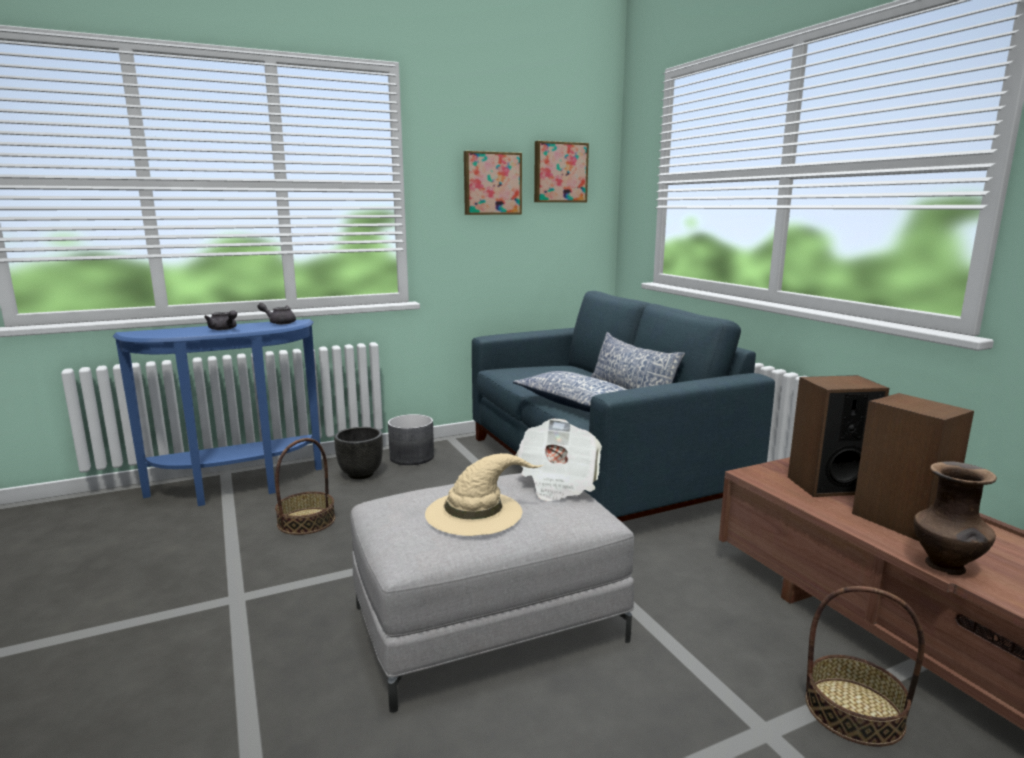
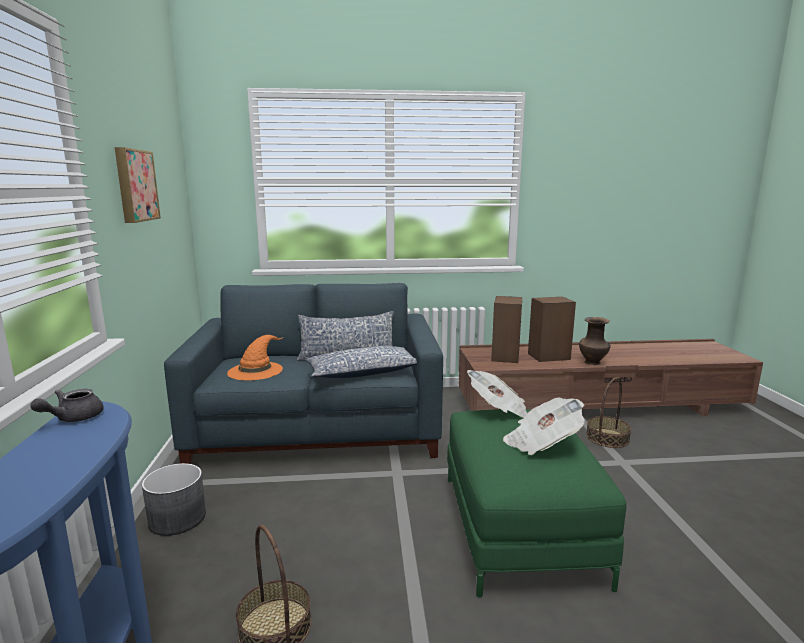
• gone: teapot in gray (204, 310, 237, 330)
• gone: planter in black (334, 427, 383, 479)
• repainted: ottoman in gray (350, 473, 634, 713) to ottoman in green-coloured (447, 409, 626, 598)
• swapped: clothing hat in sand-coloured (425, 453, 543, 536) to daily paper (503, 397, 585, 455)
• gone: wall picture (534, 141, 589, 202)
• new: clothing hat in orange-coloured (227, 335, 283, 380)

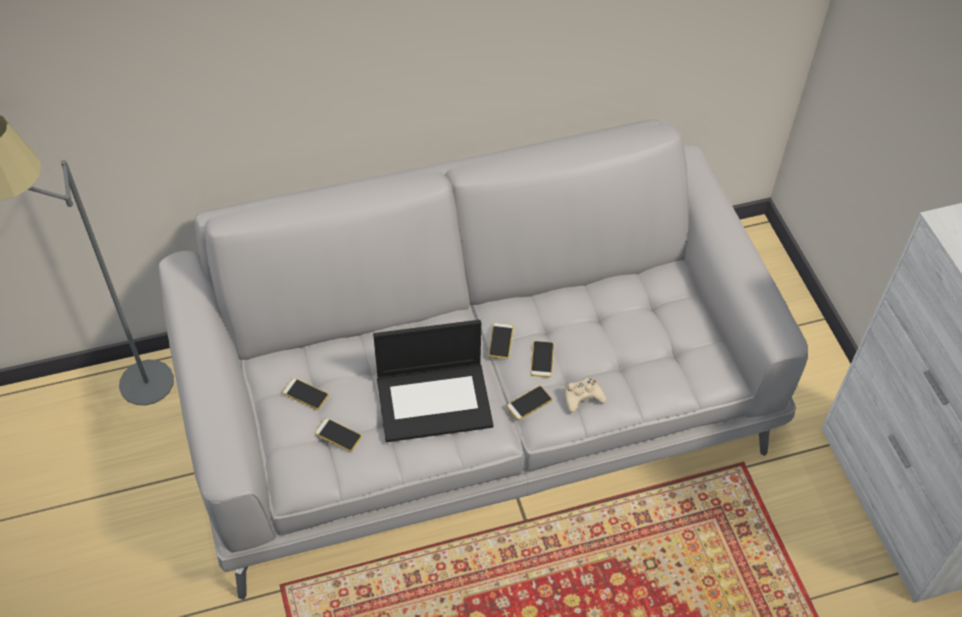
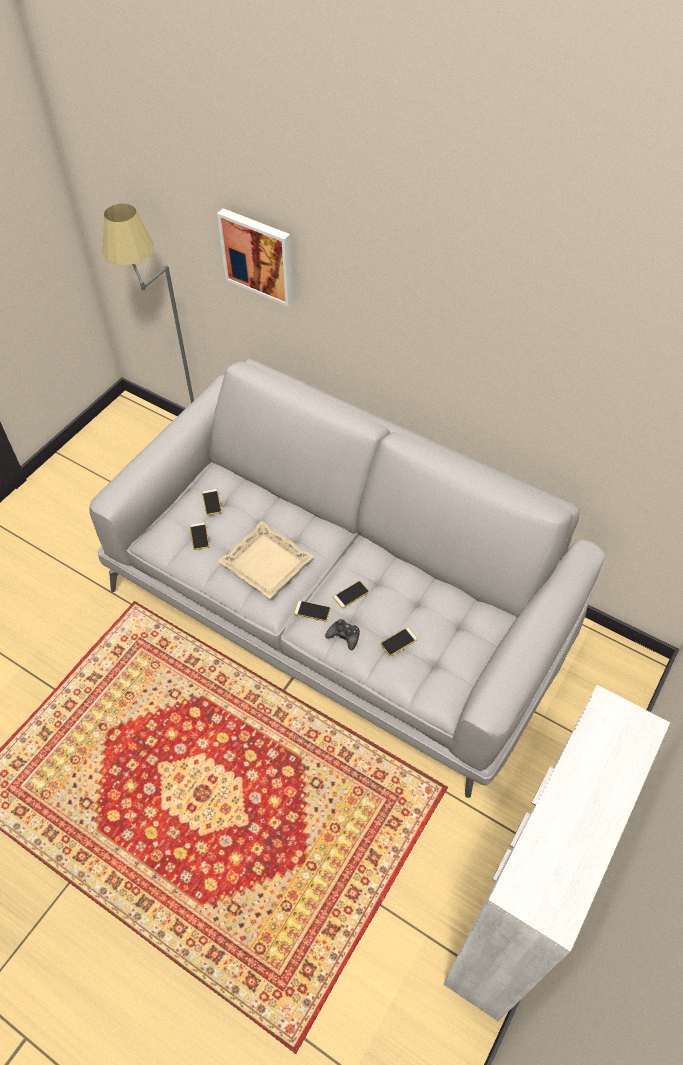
• swapped: laptop (373, 320, 493, 442) to serving tray in sand-coloured (218, 521, 314, 599)
• shifted: telephone (488, 323, 513, 359) to (381, 627, 418, 656)
• repainted: game controller in sand-coloured (565, 378, 606, 413) to game controller in black (325, 619, 360, 650)
• new: wall picture (217, 208, 294, 307)

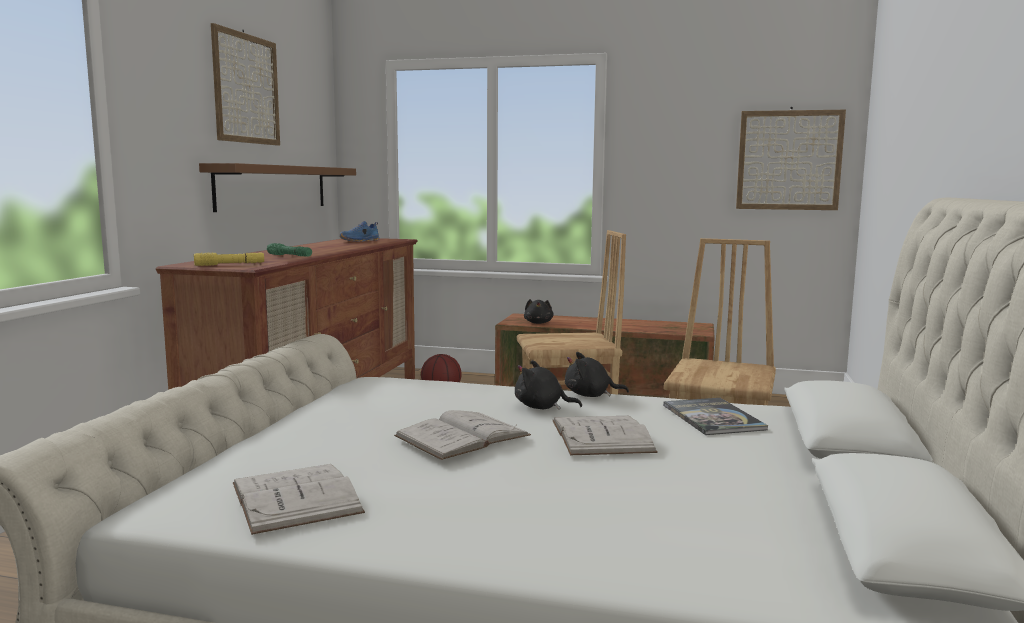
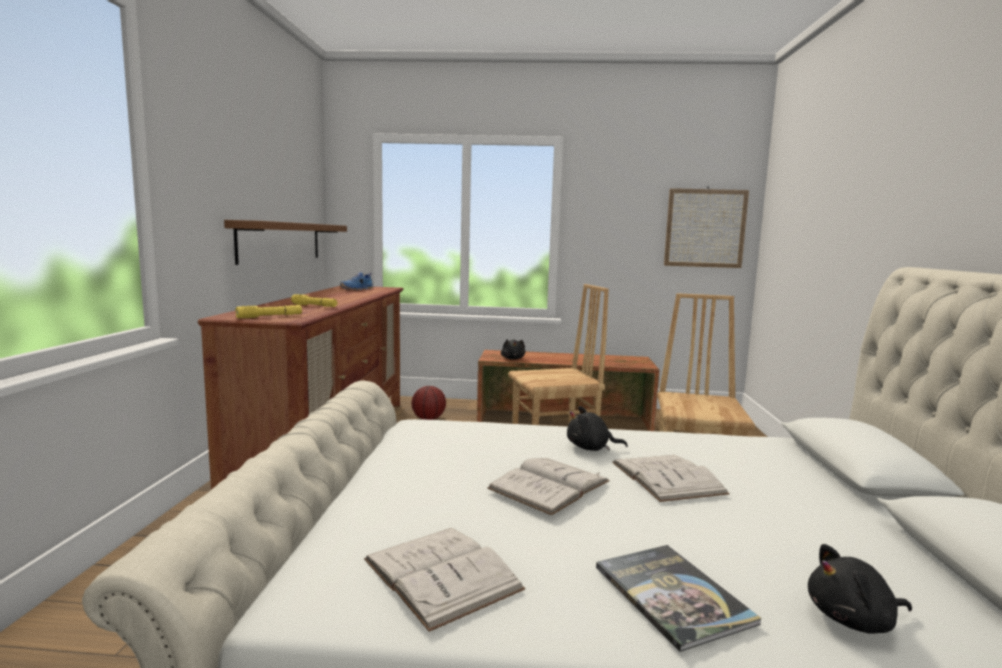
• gone: wall picture (211, 23, 280, 146)
• repainted: hand torch in green-coloured (267, 243, 312, 257) to hand torch in yellow-coloured (291, 294, 337, 307)
• shifted: soft toy in black (565, 352, 629, 397) to (808, 544, 912, 634)
• shifted: book (663, 398, 768, 435) to (596, 545, 762, 652)

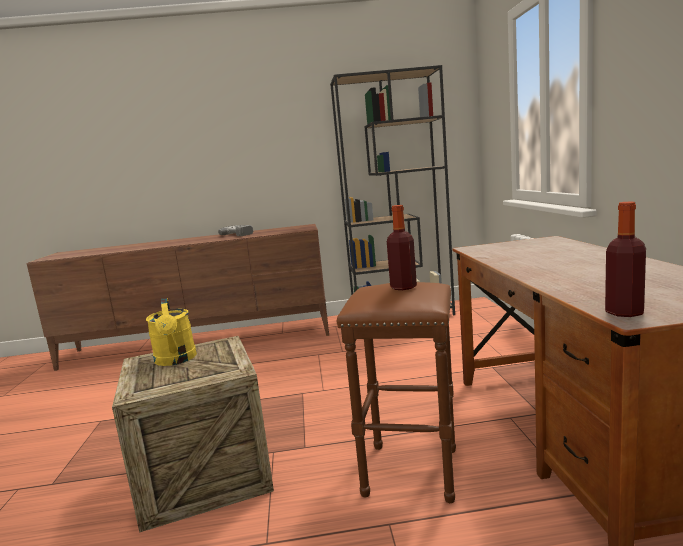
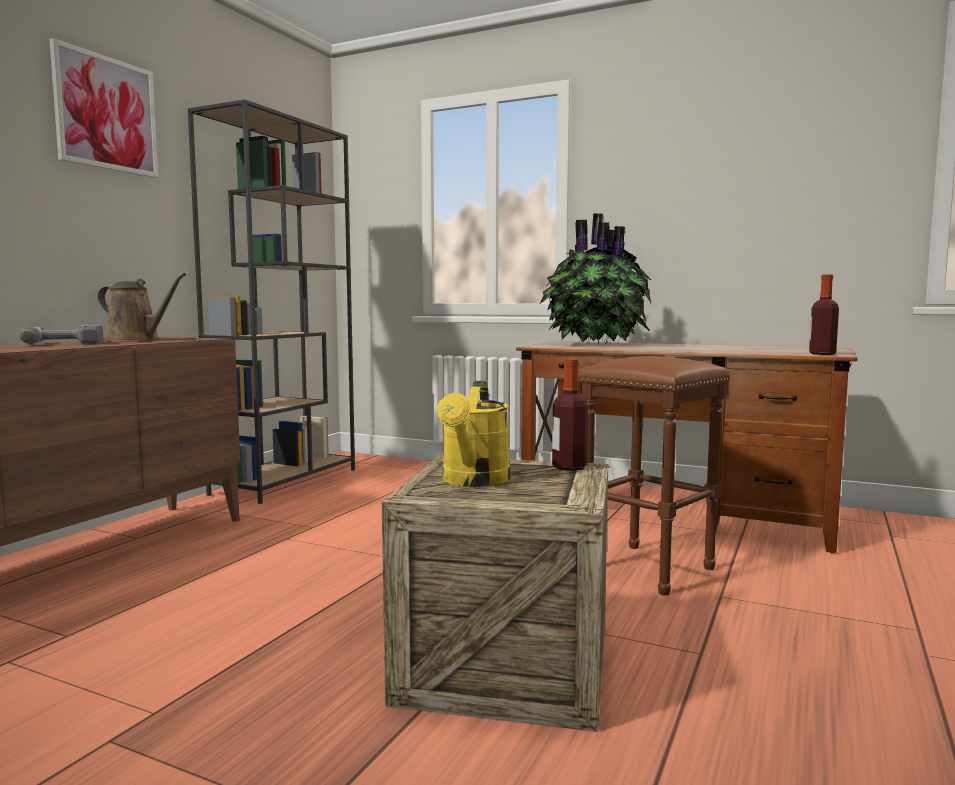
• rotated: sprinkling can in yellow-coloured (146, 298, 197, 366) = (437, 381, 510, 487) 90 degrees clockwise
• shifted: beverage bottle (387, 205, 417, 290) to (552, 359, 588, 471)
• new: wall picture (49, 38, 158, 178)
• new: sprinkling can in brownish (97, 273, 186, 342)
• new: plant in a pot (540, 213, 652, 344)

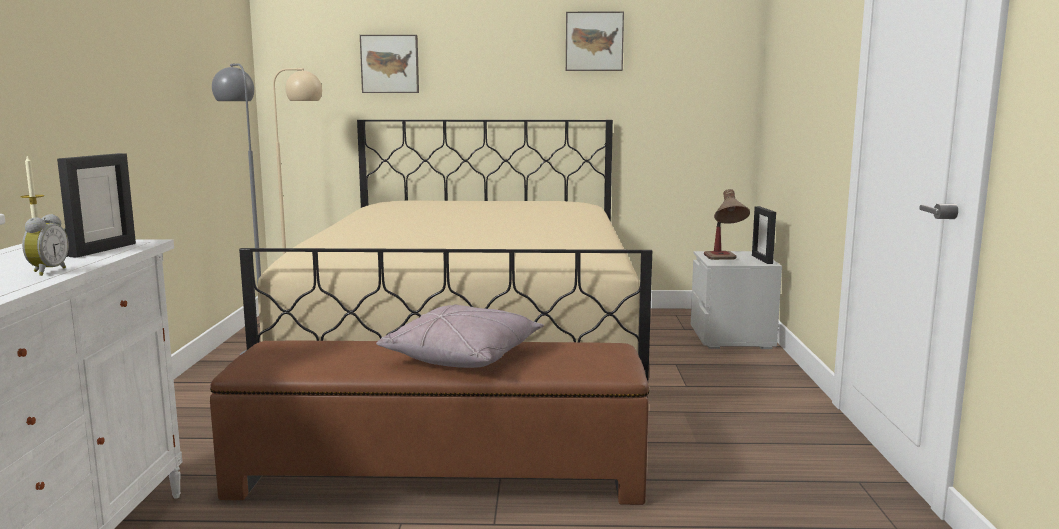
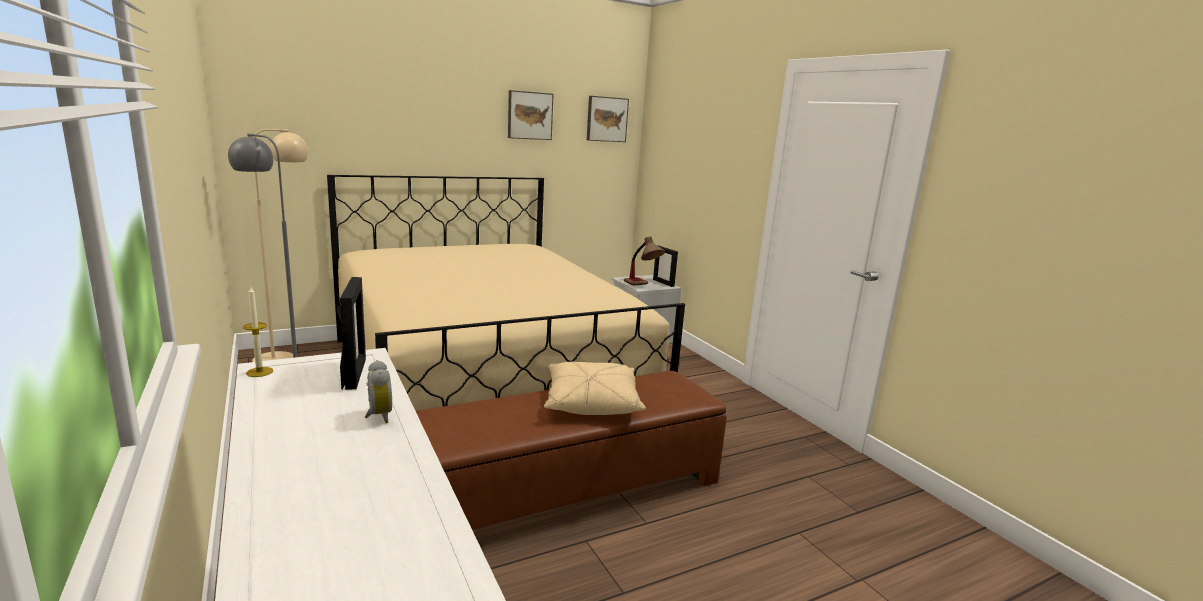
• shifted: wall picture (360, 35, 419, 93) to (587, 96, 629, 142)
• repainted: throw pillow in purple (376, 304, 544, 368) to throw pillow in sand-coloured (544, 361, 646, 415)

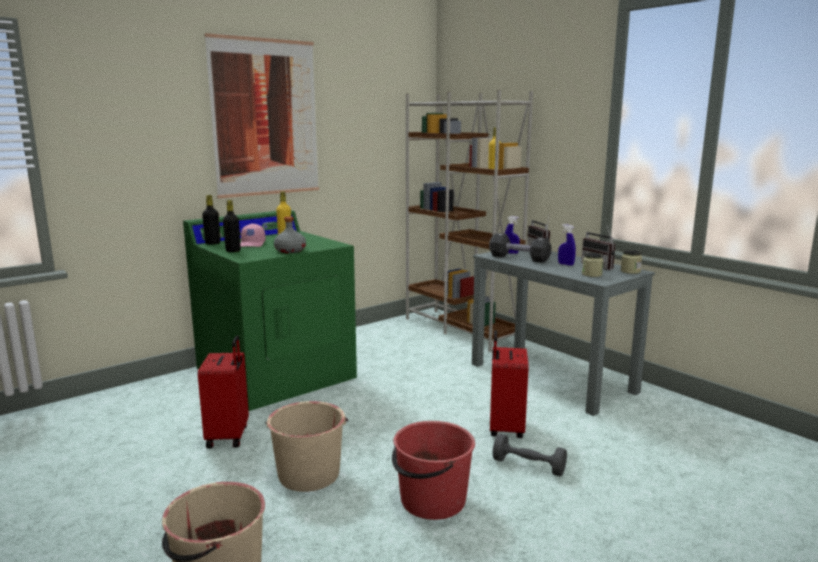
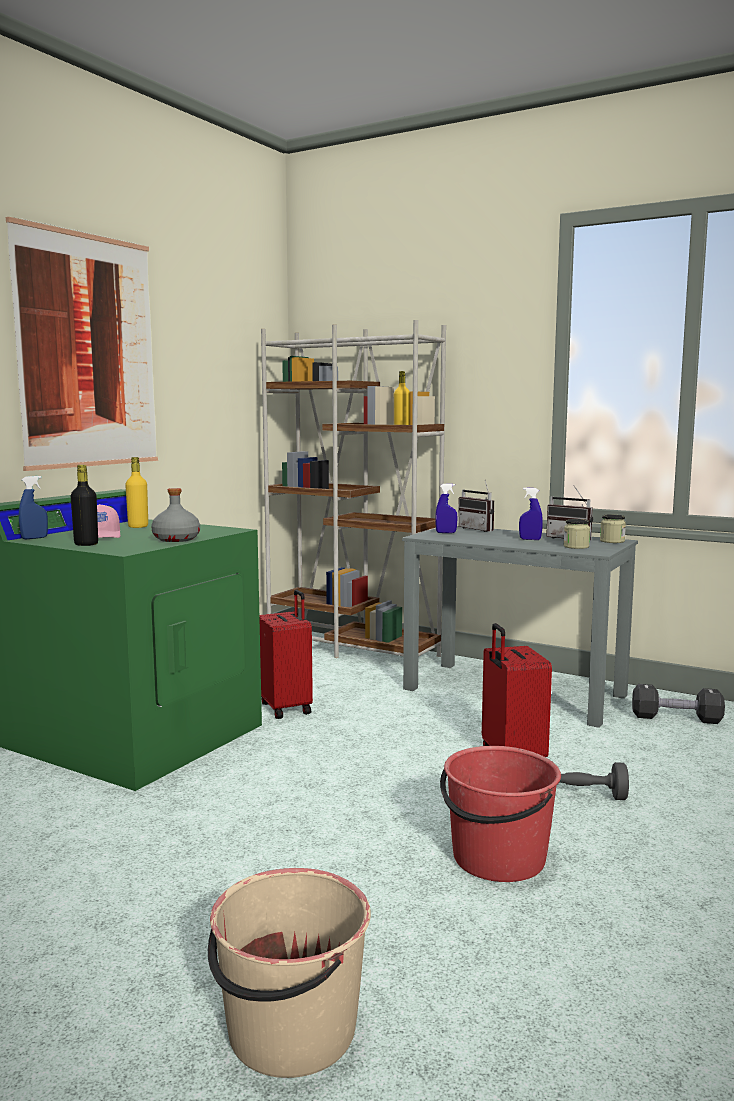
• shifted: travel case in red-coloured (198, 336, 249, 449) to (259, 590, 313, 719)
• swapped: beverage bottle in black (202, 195, 220, 245) to sprayer in blue (19, 476, 48, 539)
• gone: bucket in sand-coloured (265, 401, 348, 492)
• shifted: hand weight in black (489, 233, 551, 263) to (632, 684, 725, 724)

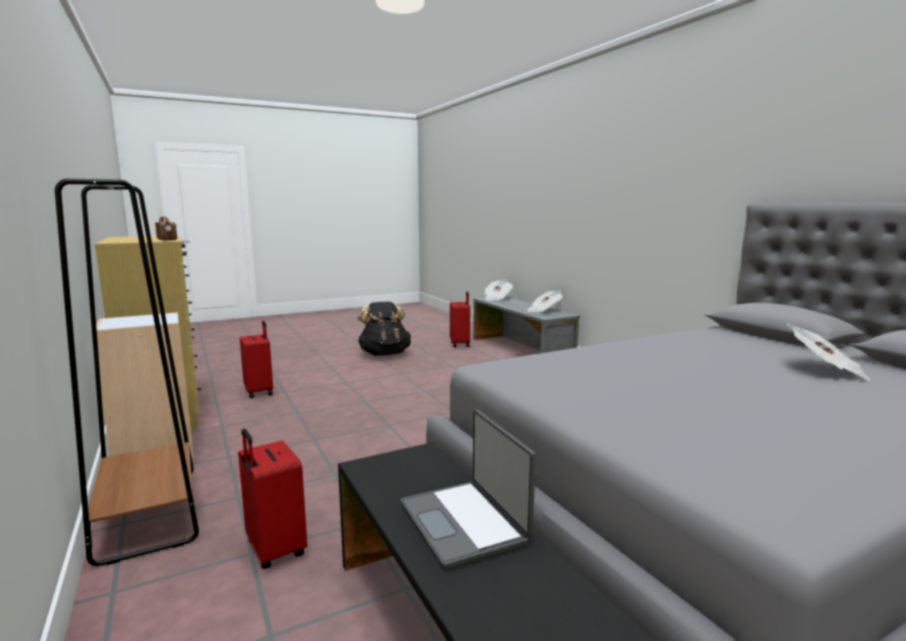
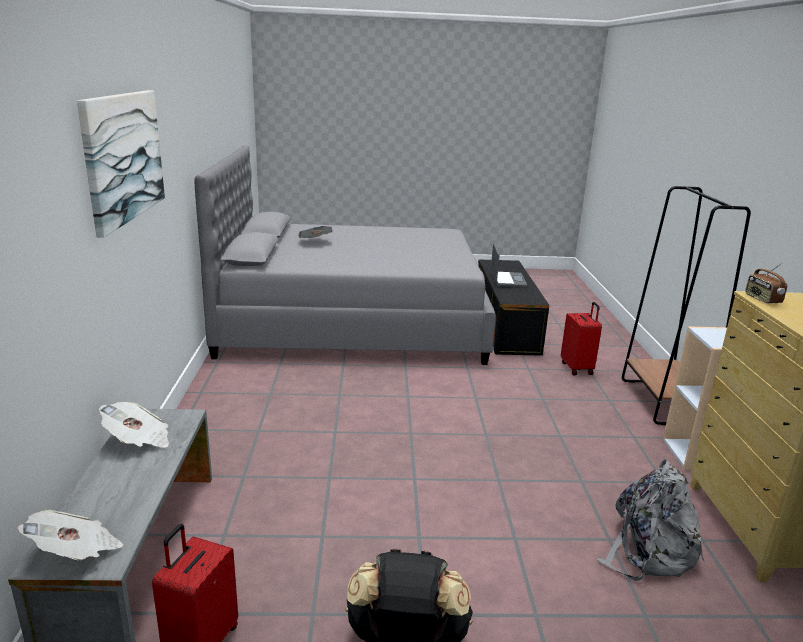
• swapped: travel case in red-coloured (240, 321, 273, 398) to backpack in gray (597, 459, 705, 581)
• new: wall picture (77, 90, 165, 238)

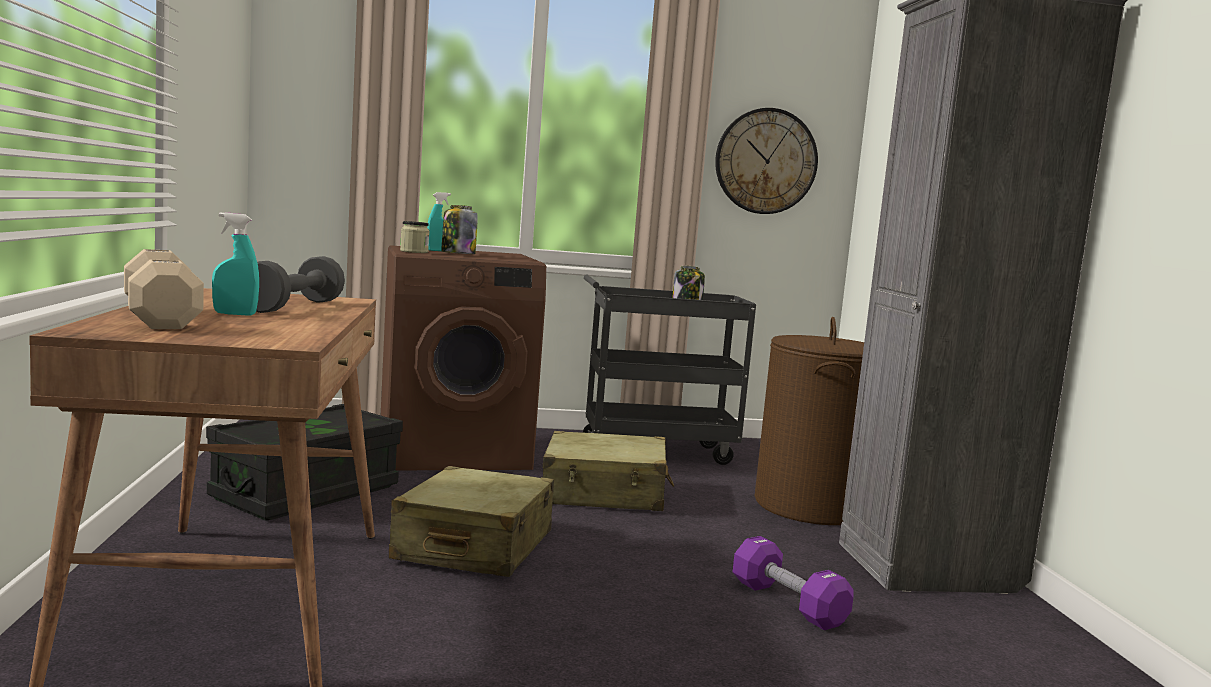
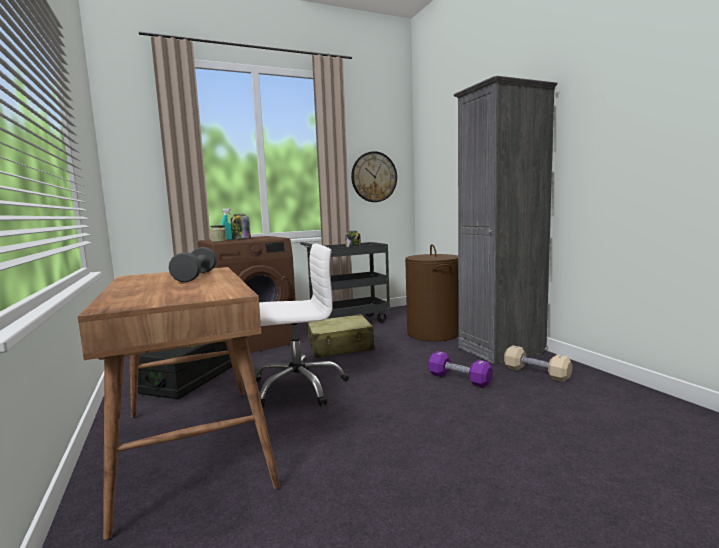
• shifted: hand weight in sand-coloured (124, 249, 204, 329) to (504, 345, 572, 382)
• gone: sprayer in blue-green (212, 212, 259, 316)
• swapped: travel case in sand-coloured (389, 466, 554, 577) to computer chair in whitish (255, 244, 349, 407)

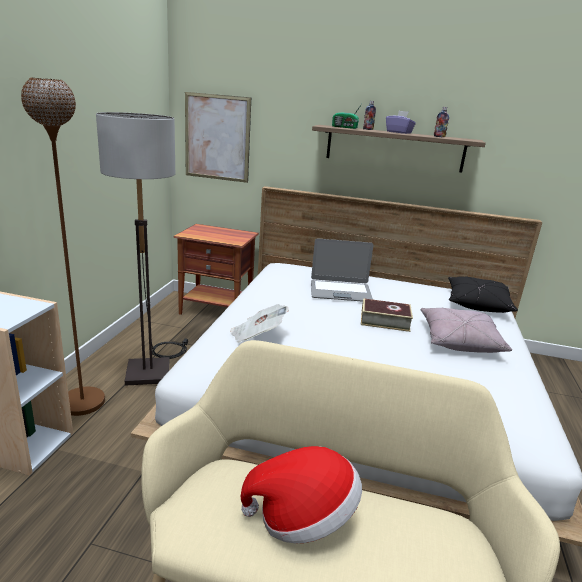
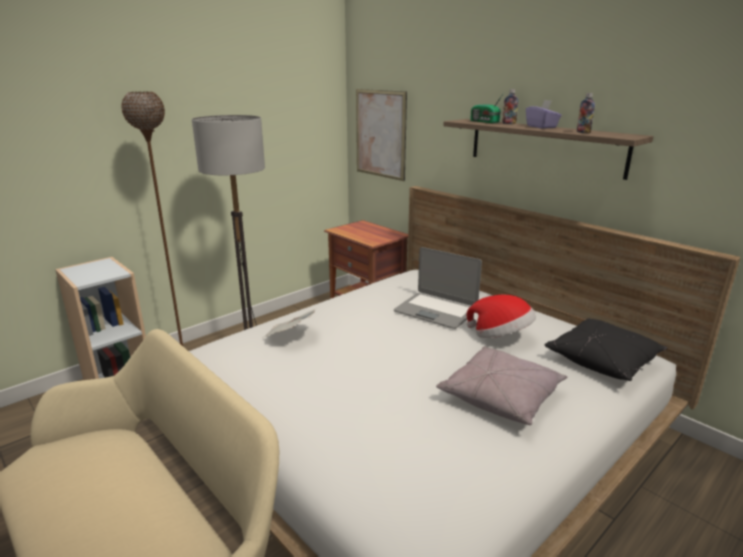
• shifted: clothing hat (241, 446, 362, 543) to (466, 295, 536, 338)
• gone: book (361, 298, 413, 332)

